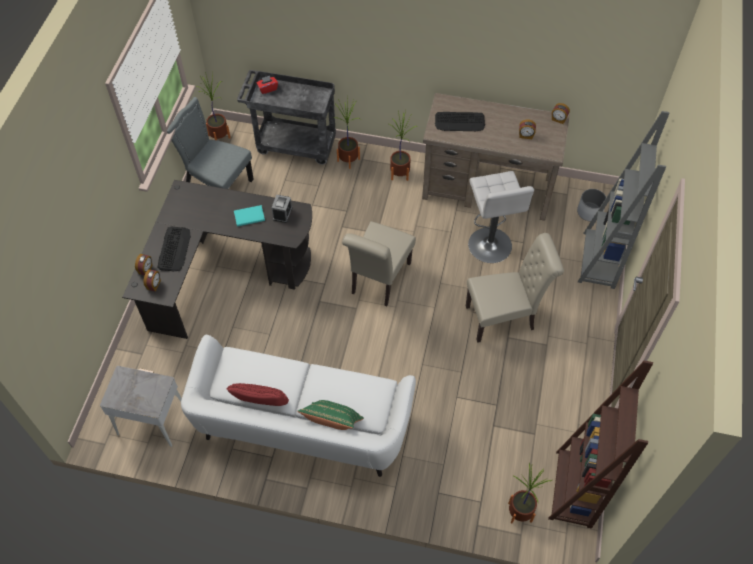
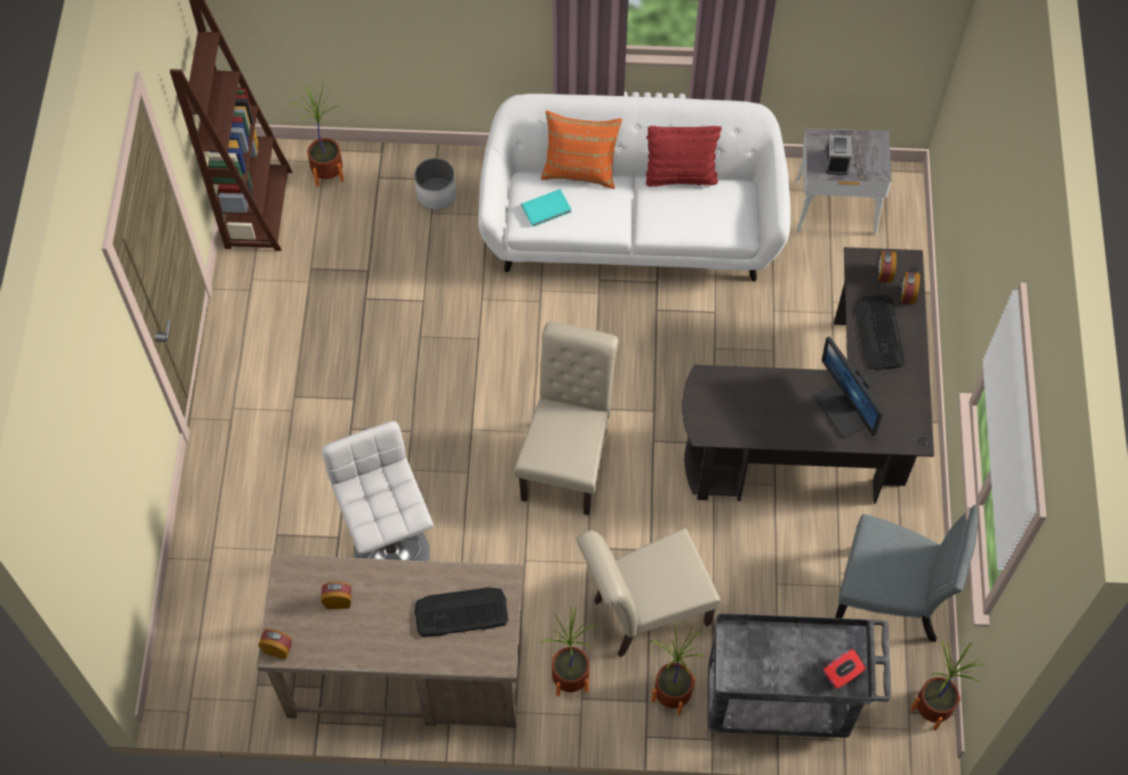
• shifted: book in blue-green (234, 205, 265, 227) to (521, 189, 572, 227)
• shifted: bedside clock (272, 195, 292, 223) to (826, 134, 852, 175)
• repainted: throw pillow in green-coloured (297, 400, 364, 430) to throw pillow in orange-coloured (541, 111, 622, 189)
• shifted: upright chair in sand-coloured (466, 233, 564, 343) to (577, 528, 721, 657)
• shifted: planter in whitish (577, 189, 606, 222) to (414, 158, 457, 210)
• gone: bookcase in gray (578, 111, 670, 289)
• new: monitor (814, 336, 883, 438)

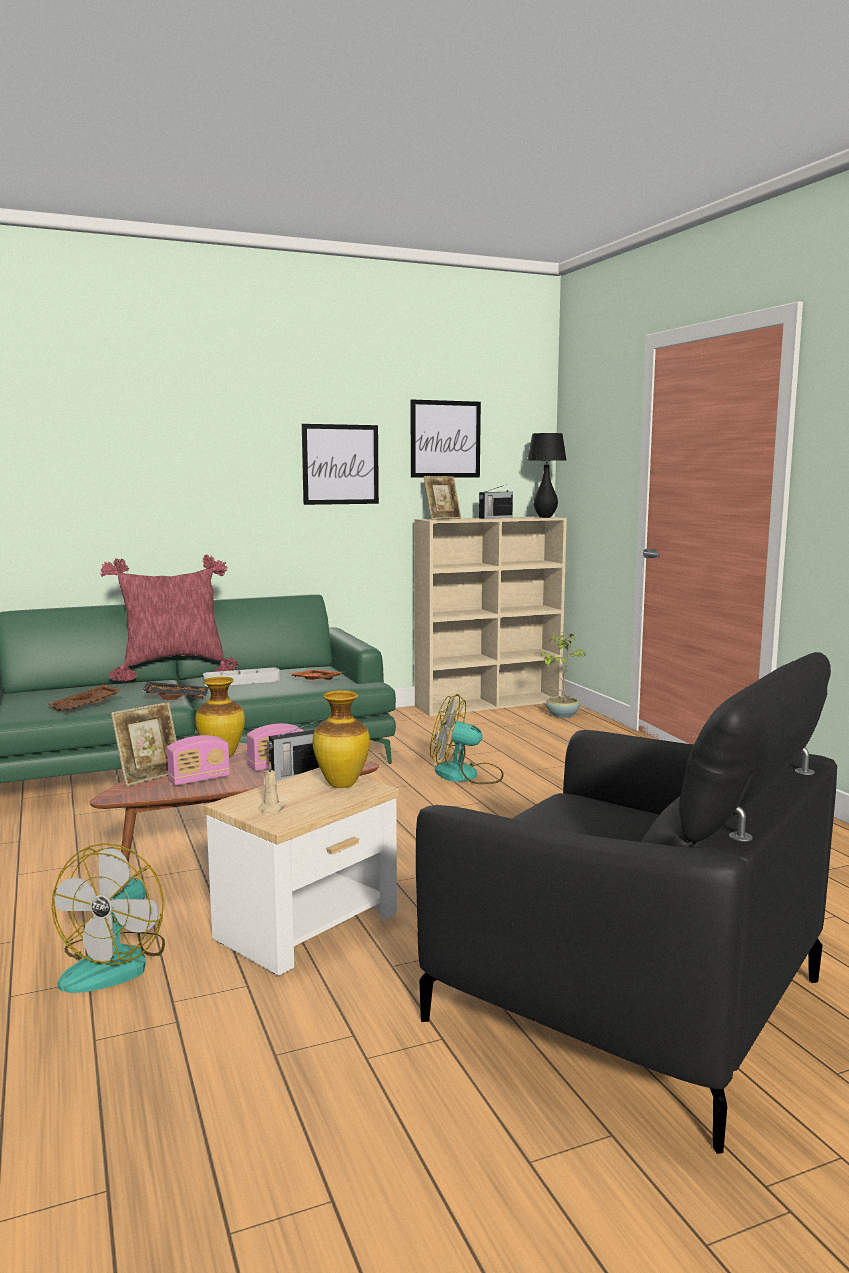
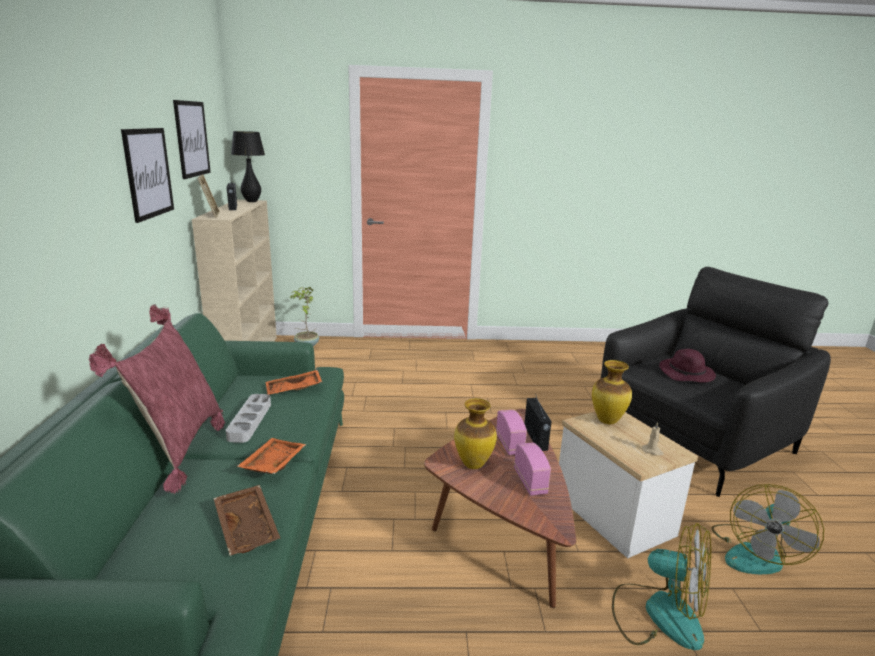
• gone: photo frame (111, 702, 177, 787)
• repainted: serving tray in black (142, 682, 209, 700) to serving tray in orange-coloured (236, 438, 306, 474)
• shifted: electric fan (430, 694, 504, 784) to (712, 484, 824, 574)
• new: clothing hat in purple (659, 349, 716, 383)

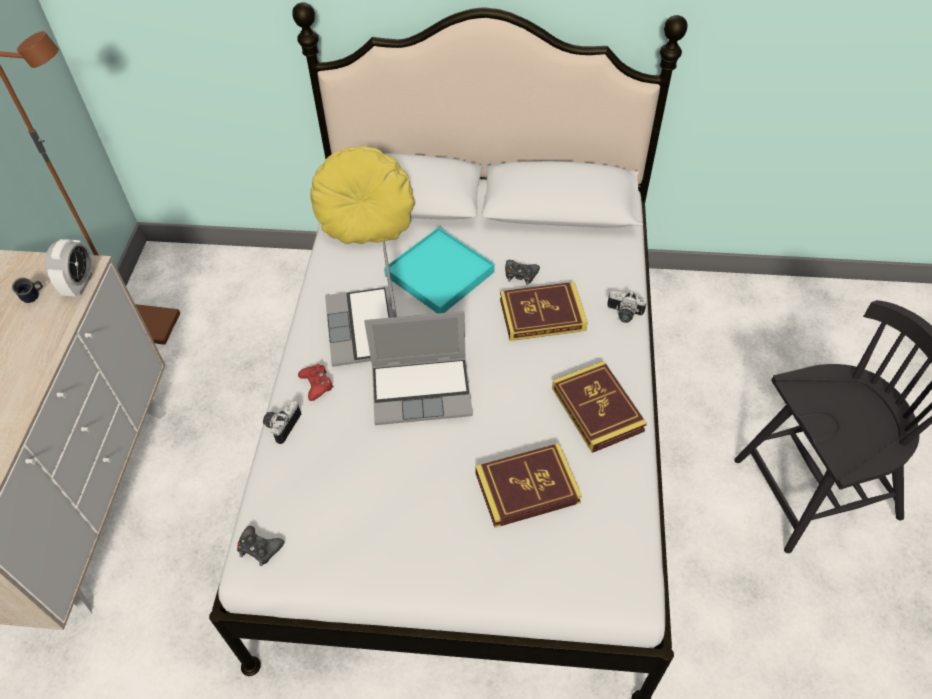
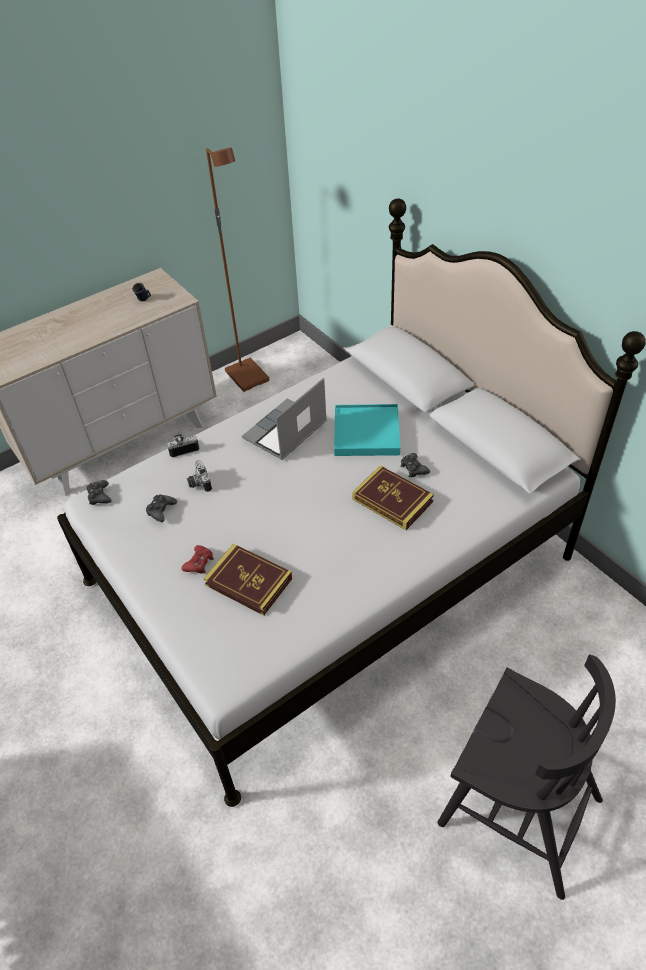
• gone: bedside clock (45, 239, 94, 297)
• shifted: game controller in red-coloured (298, 364, 334, 401) to (181, 545, 214, 574)
• gone: throw pillow in yellow-coloured (310, 146, 415, 244)
• gone: laptop (364, 311, 473, 425)
• gone: book (552, 361, 647, 453)
• shifted: photo camera (607, 290, 647, 323) to (187, 460, 212, 492)
• new: game controller in black (146, 494, 177, 522)

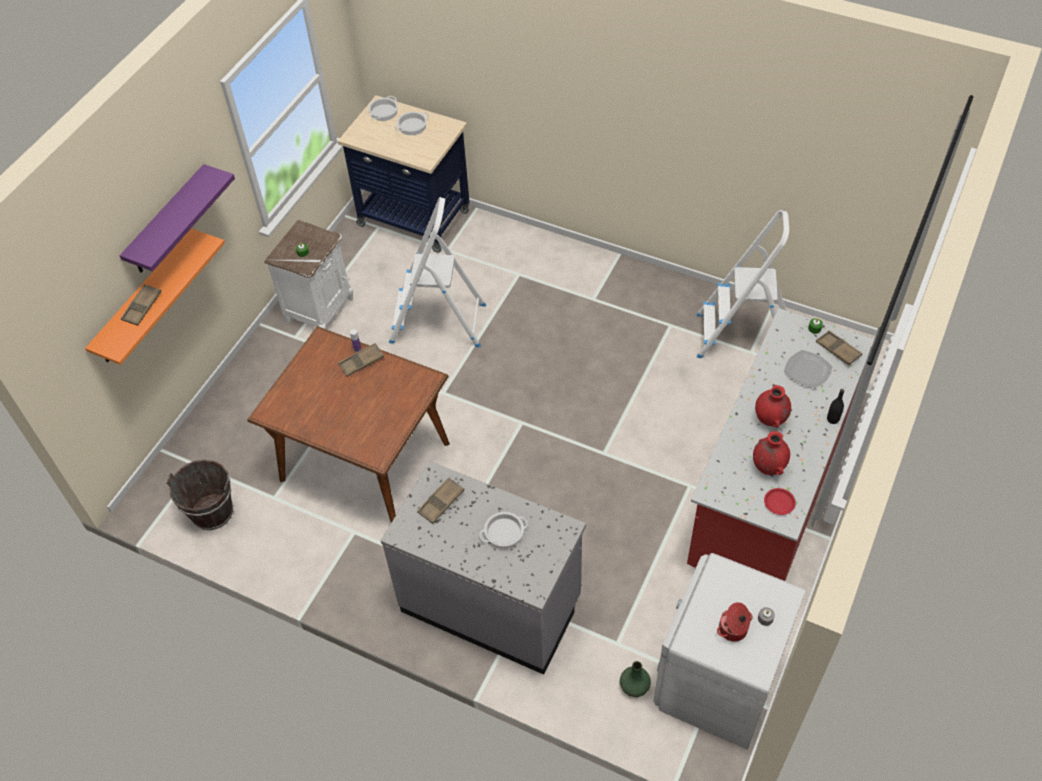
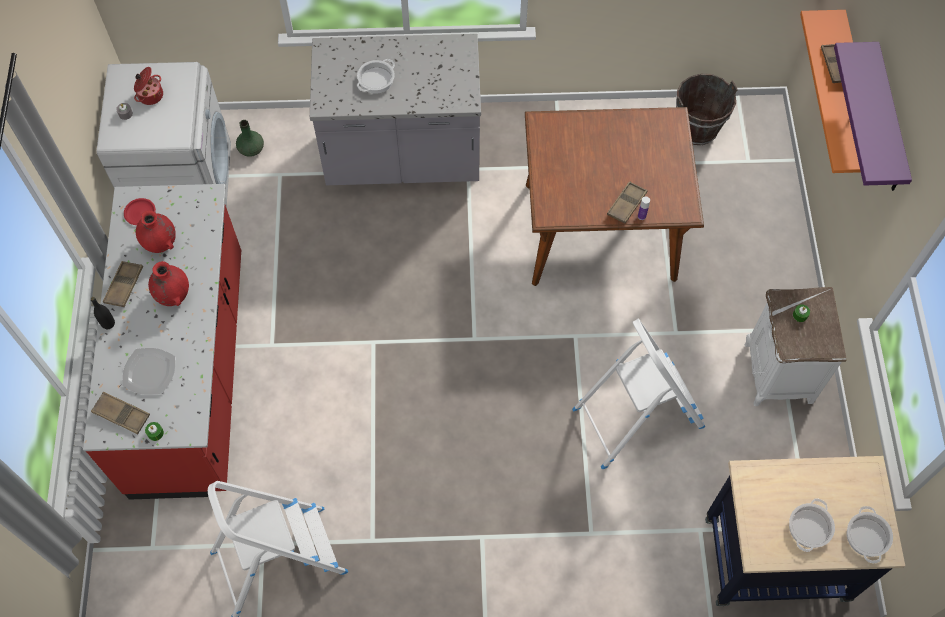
• shifted: serving tray in brownish (417, 477, 464, 524) to (103, 261, 143, 307)

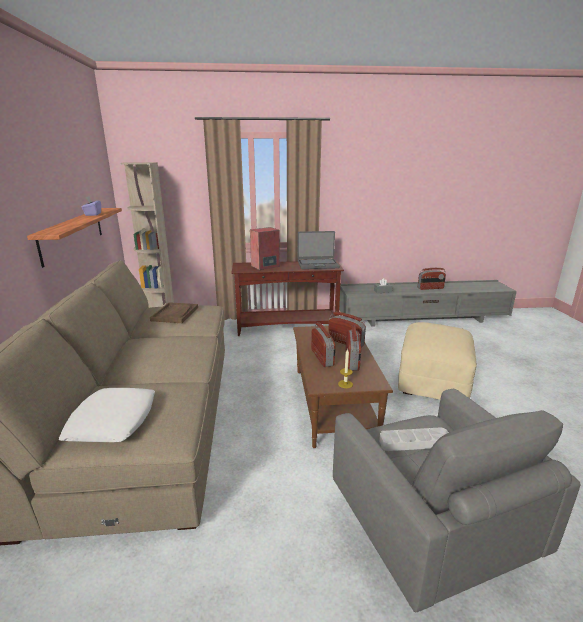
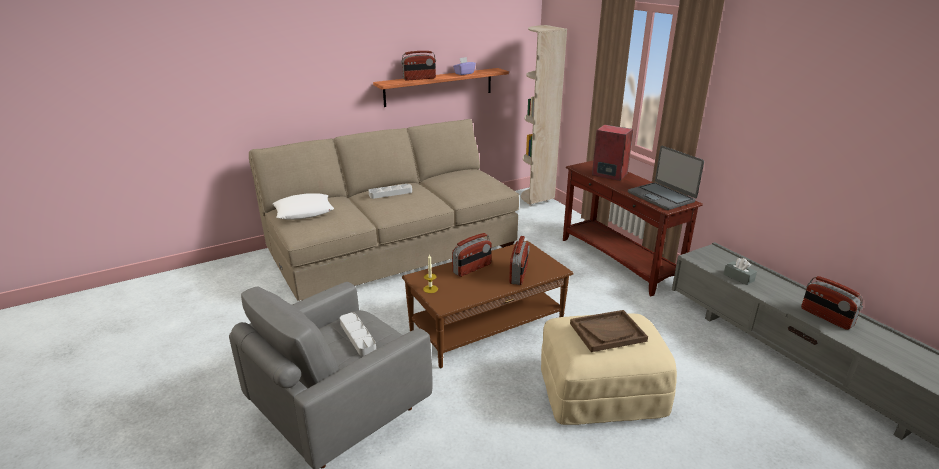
• shifted: serving tray in brownish (150, 302, 198, 323) to (570, 310, 648, 352)
• shifted: radio receiver (346, 325, 361, 371) to (401, 51, 436, 81)
• new: serving tray in gray (369, 184, 412, 199)

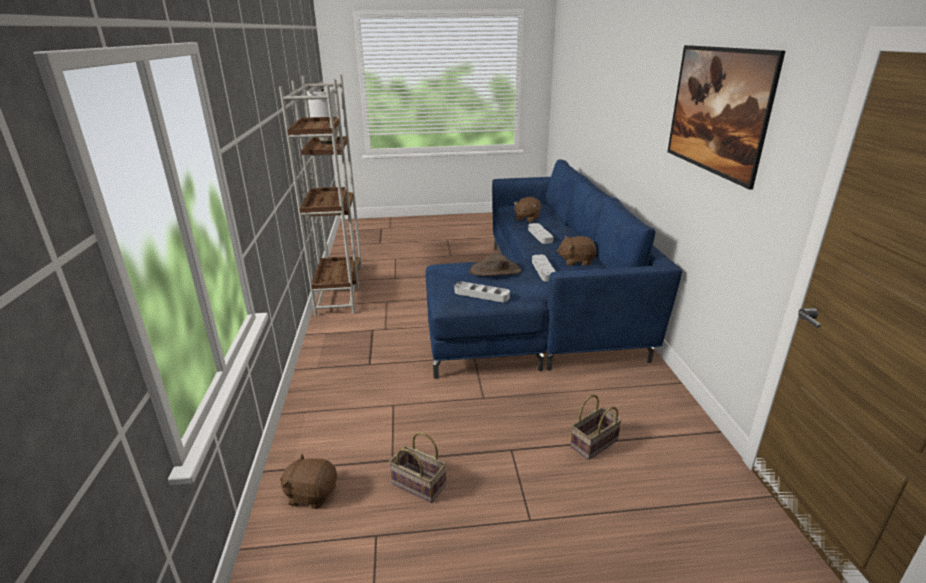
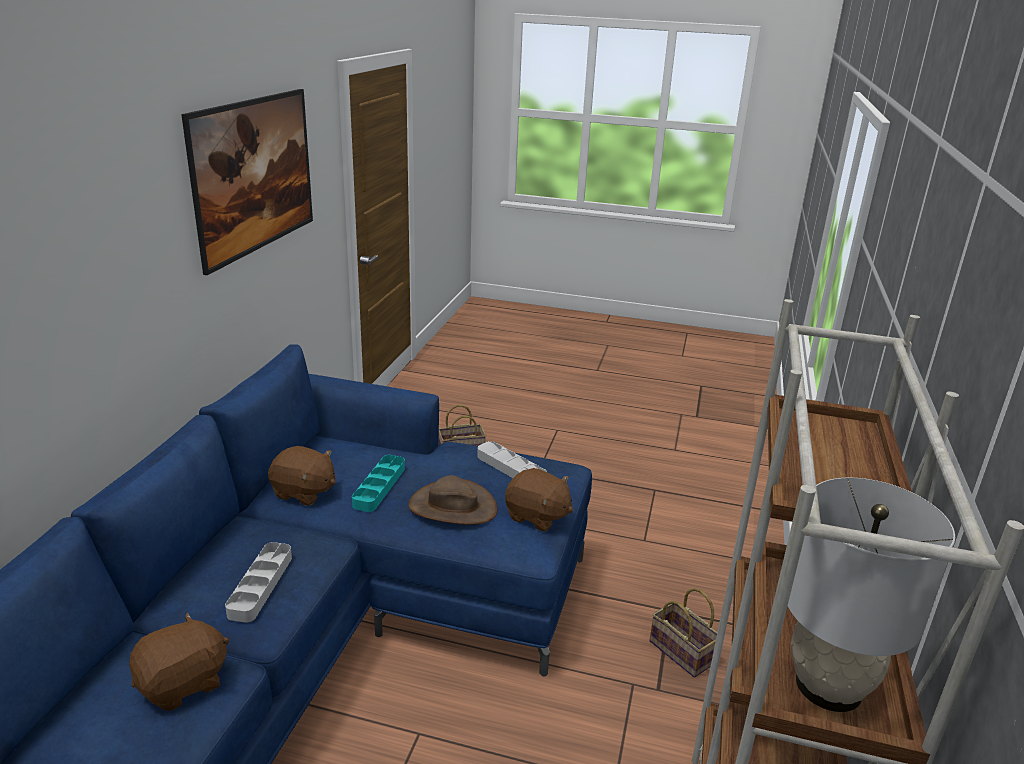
• shifted: soft toy in brownish (280, 454, 337, 509) to (505, 468, 573, 532)
• shifted: basket (389, 432, 446, 503) to (650, 588, 717, 677)
• repainted: serving tray in gray (532, 255, 556, 282) to serving tray in blue-green (352, 455, 405, 512)

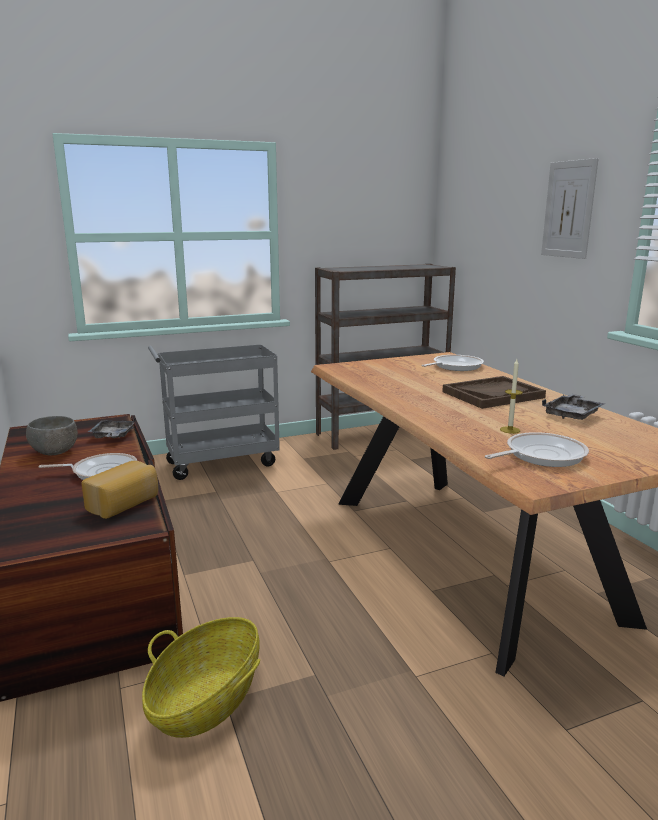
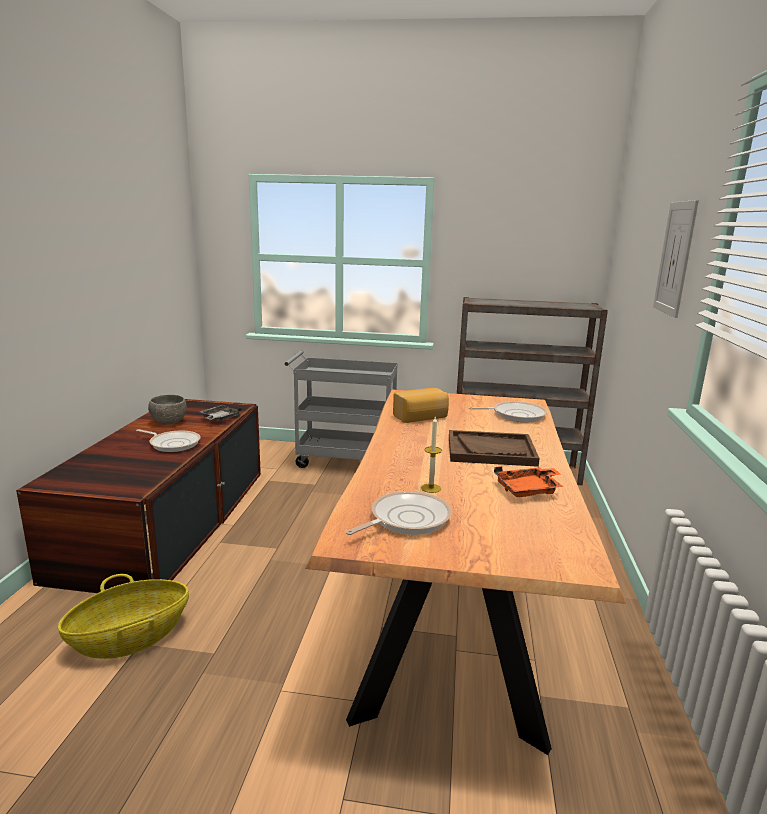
• shifted: bakery bread (82, 461, 158, 519) to (393, 388, 449, 423)
• rotated: skillet (485, 432, 589, 467) = (346, 491, 452, 535) 45 degrees counterclockwise
• repainted: serving tray in gray (542, 394, 605, 420) to serving tray in orange-coloured (494, 466, 564, 497)

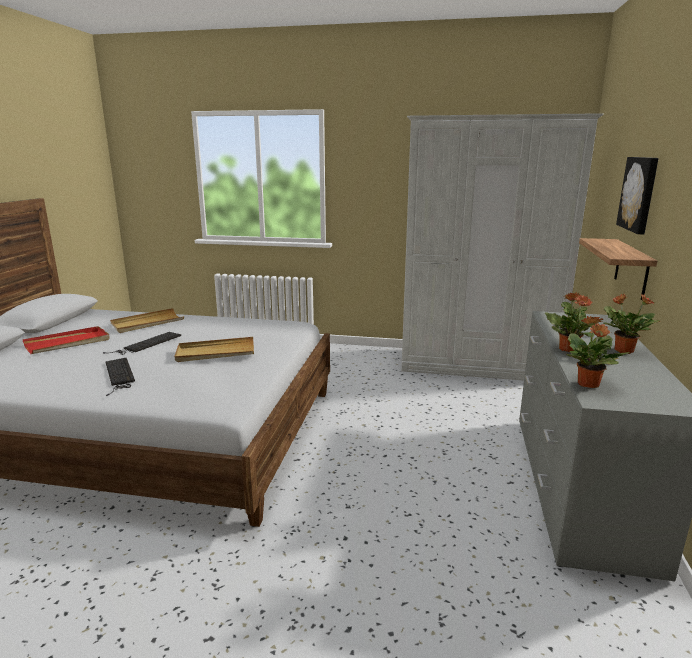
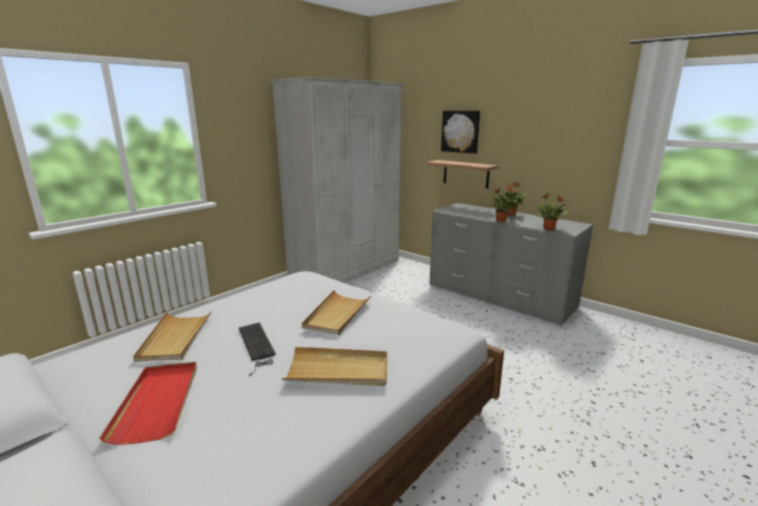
• swapped: computer keyboard (106, 358, 135, 396) to serving tray in sand-coloured (282, 347, 387, 386)

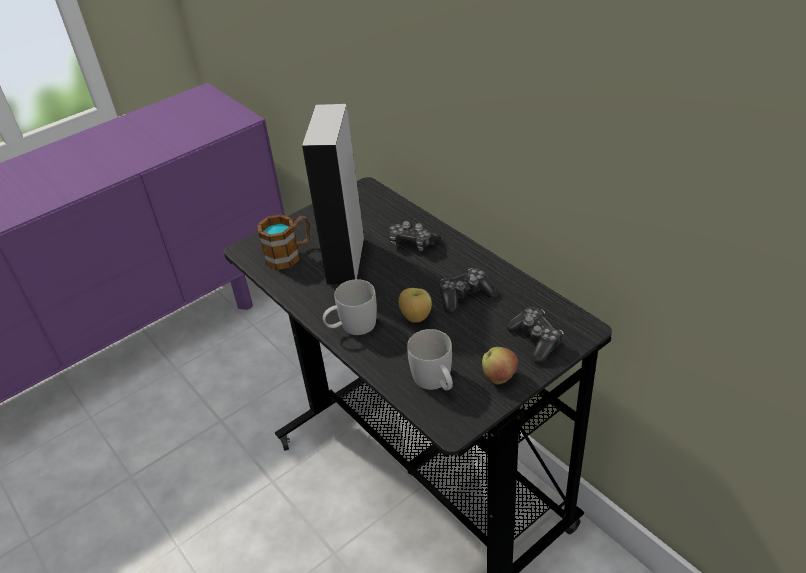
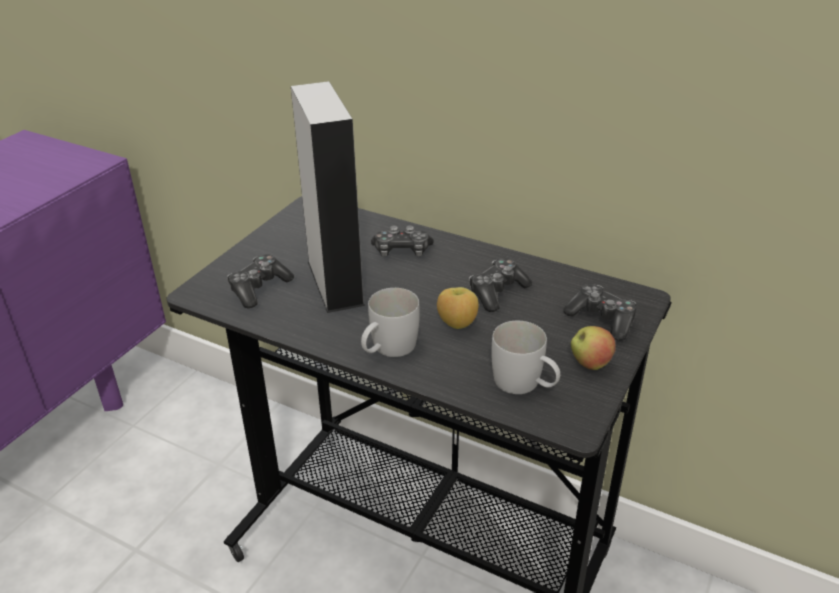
• swapped: coffee mug (258, 214, 311, 270) to game controller (227, 254, 294, 309)

